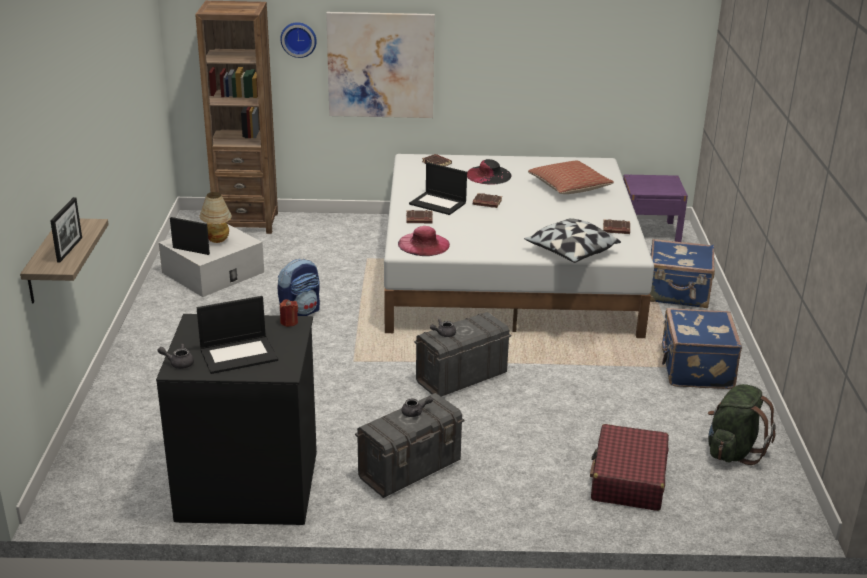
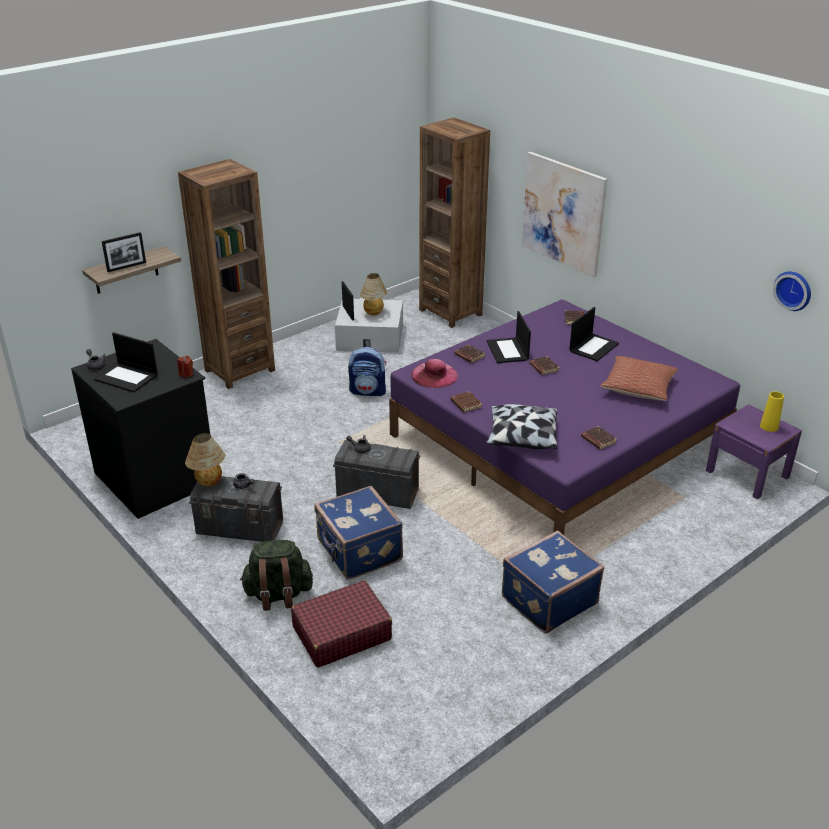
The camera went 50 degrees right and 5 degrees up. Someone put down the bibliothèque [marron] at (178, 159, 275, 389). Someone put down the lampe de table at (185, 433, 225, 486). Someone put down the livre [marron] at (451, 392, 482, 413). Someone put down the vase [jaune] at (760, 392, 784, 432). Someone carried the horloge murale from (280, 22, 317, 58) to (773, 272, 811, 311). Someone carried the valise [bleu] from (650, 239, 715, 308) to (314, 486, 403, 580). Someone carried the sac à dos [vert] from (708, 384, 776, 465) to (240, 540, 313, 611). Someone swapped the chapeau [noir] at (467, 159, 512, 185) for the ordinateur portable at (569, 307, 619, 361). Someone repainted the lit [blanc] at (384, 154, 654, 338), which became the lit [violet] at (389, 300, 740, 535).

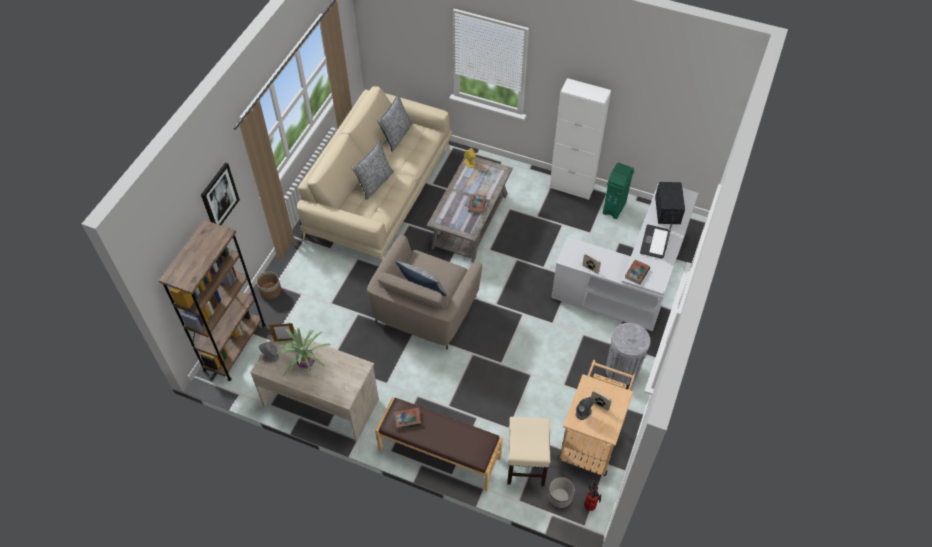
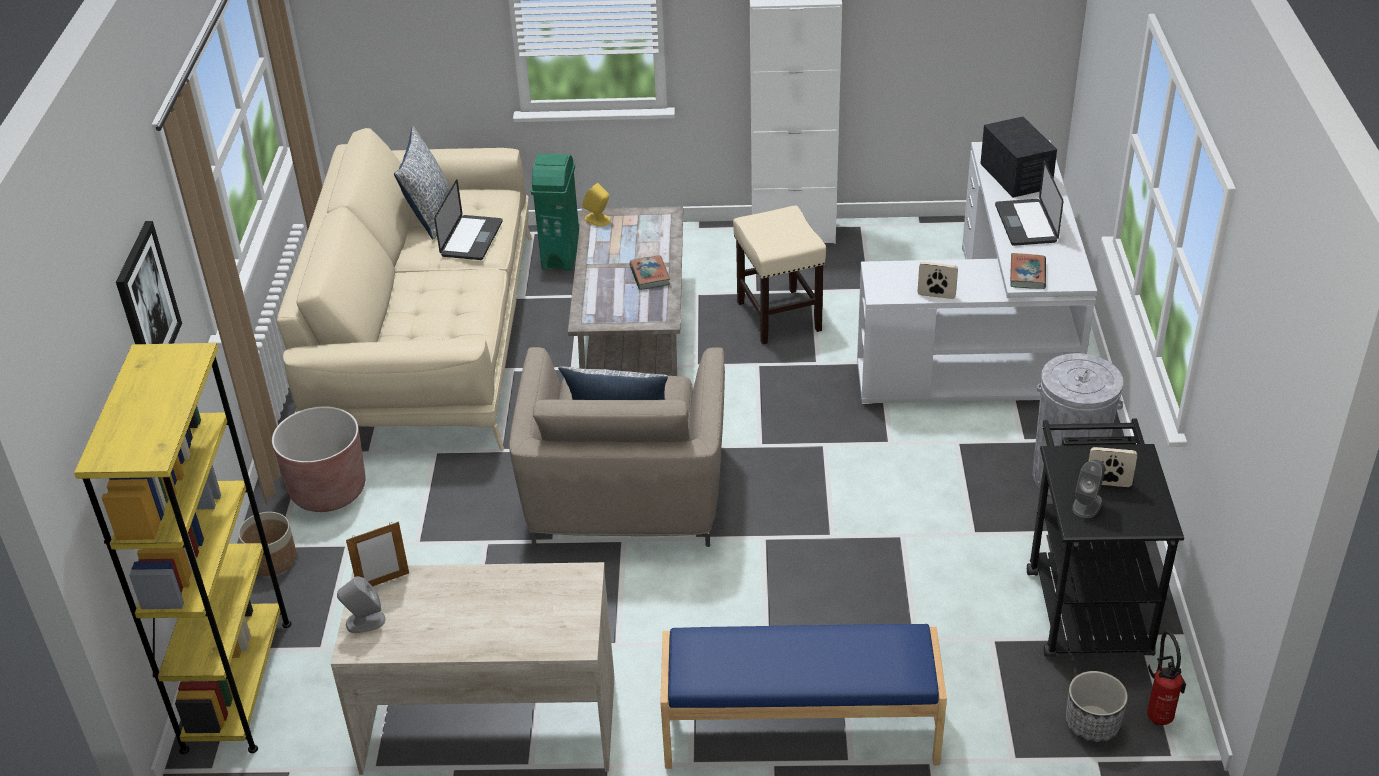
The camera went 20 degrees left and 15 degrees down. Someone took away the plante en pot at (276, 328, 331, 377). Someone took away the coussin at (351, 140, 394, 200). Someone took away the livre at (394, 407, 422, 429). Someone put down the cache-pot [marron] at (272, 406, 366, 512). Someone put down the ordinateur portable at (434, 179, 503, 260). Someone carried the tabouret [beige] from (507, 417, 550, 486) to (733, 206, 826, 344). Someone carried the poubelle [vert] from (603, 163, 634, 219) to (531, 153, 579, 271). Someone repainted the bibliothèque [marron] at (159, 220, 266, 381), which became the bibliothèque [jaune] at (74, 343, 291, 754). Someone repainted the banc [marron] at (375, 397, 503, 491), which became the banc [bleu] at (660, 624, 947, 769). Someone repainted the chariot [beige] at (558, 360, 635, 476), which became the chariot [noir] at (1027, 418, 1184, 657).

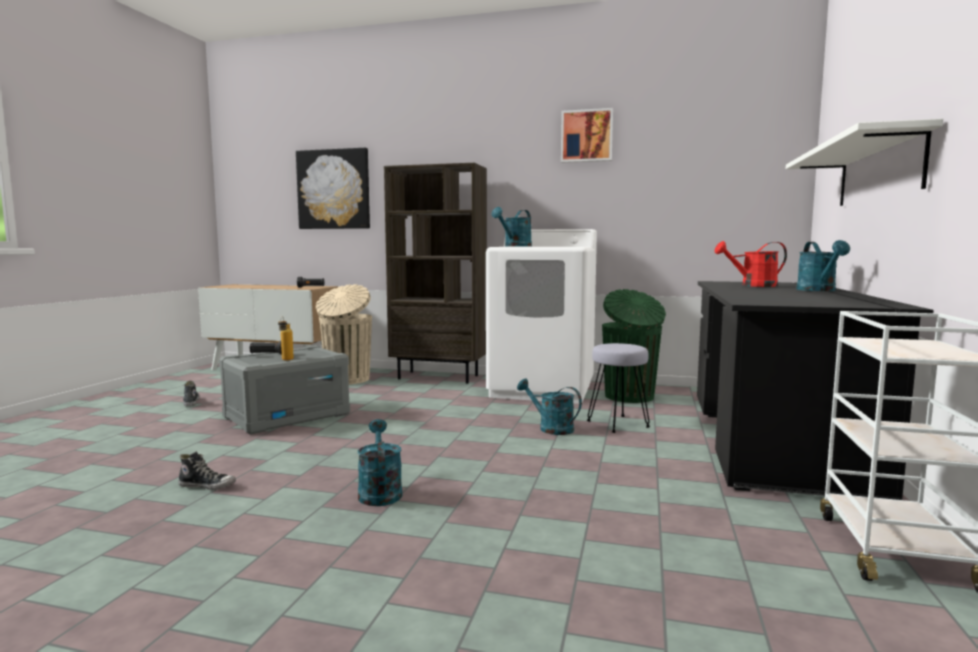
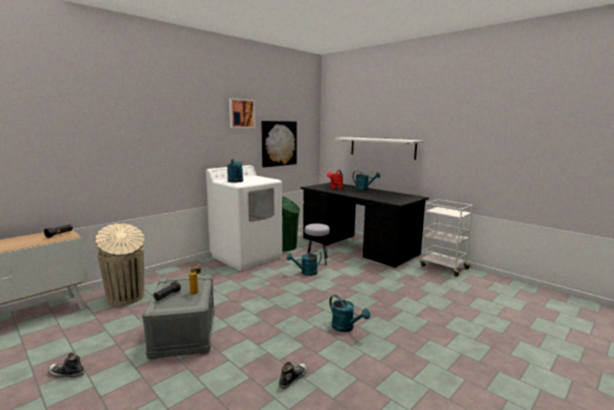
The camera went 60 degrees left and 5 degrees up. Someone took away the bibliothèque [marron] at (384, 163, 487, 384). Someone carried the tableau from (296, 148, 370, 229) to (261, 121, 297, 167). Someone rotated the arrosoir [turquoise] at (358, 419, 402, 506) by 150 degrees counterclockwise.

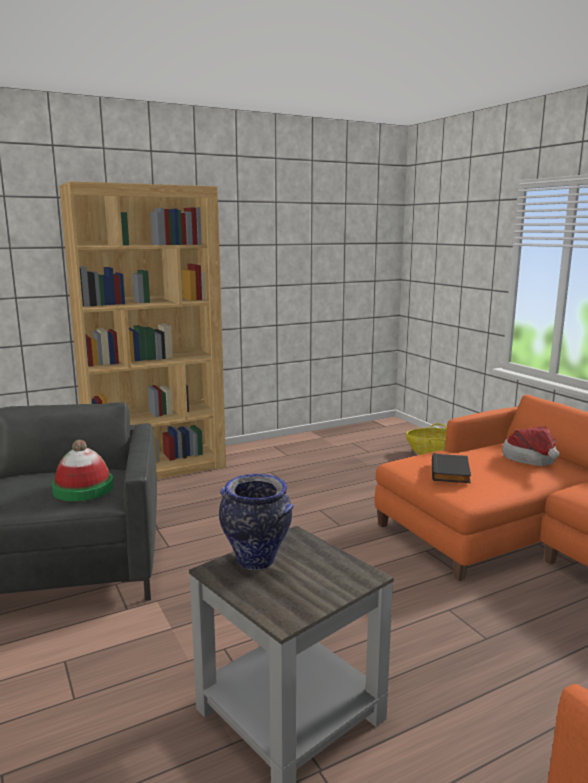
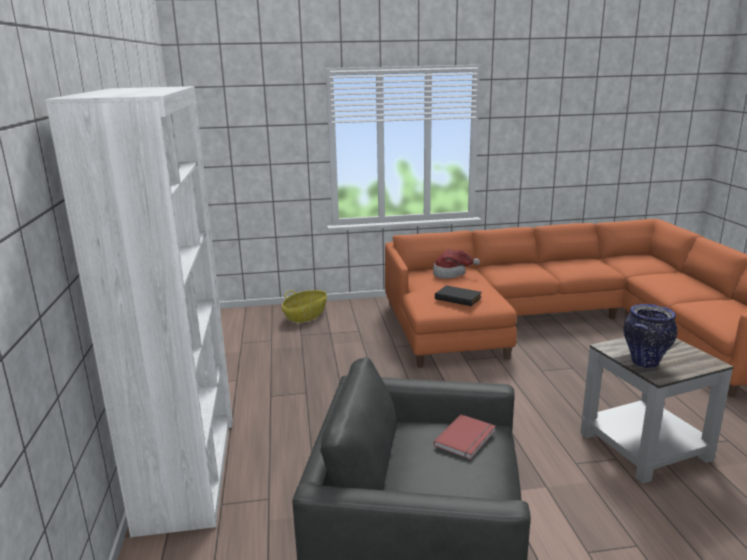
The camera went 70 degrees left and 5 degrees up. Someone swapped the chapeau at (52, 440, 114, 501) for the livre [rouge] at (433, 414, 496, 460). Someone repainted the bibliothèque [marron] at (59, 181, 226, 479), which became the bibliothèque [blanc] at (45, 86, 233, 537).

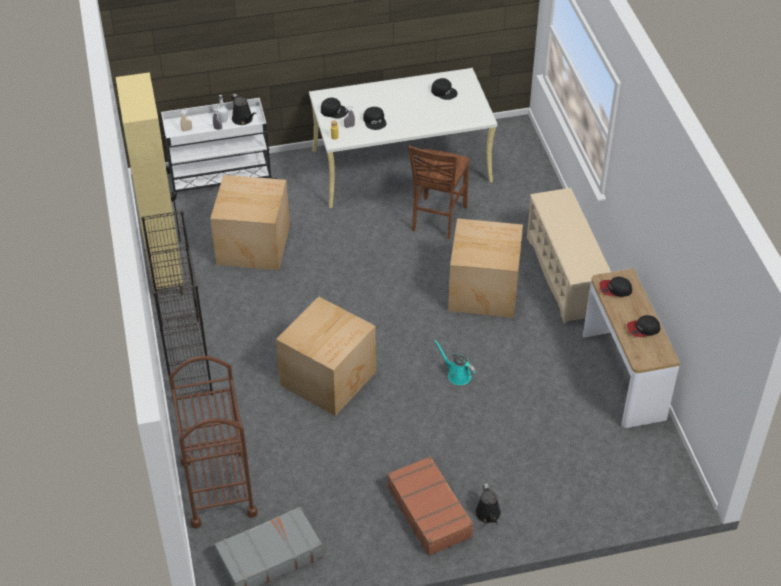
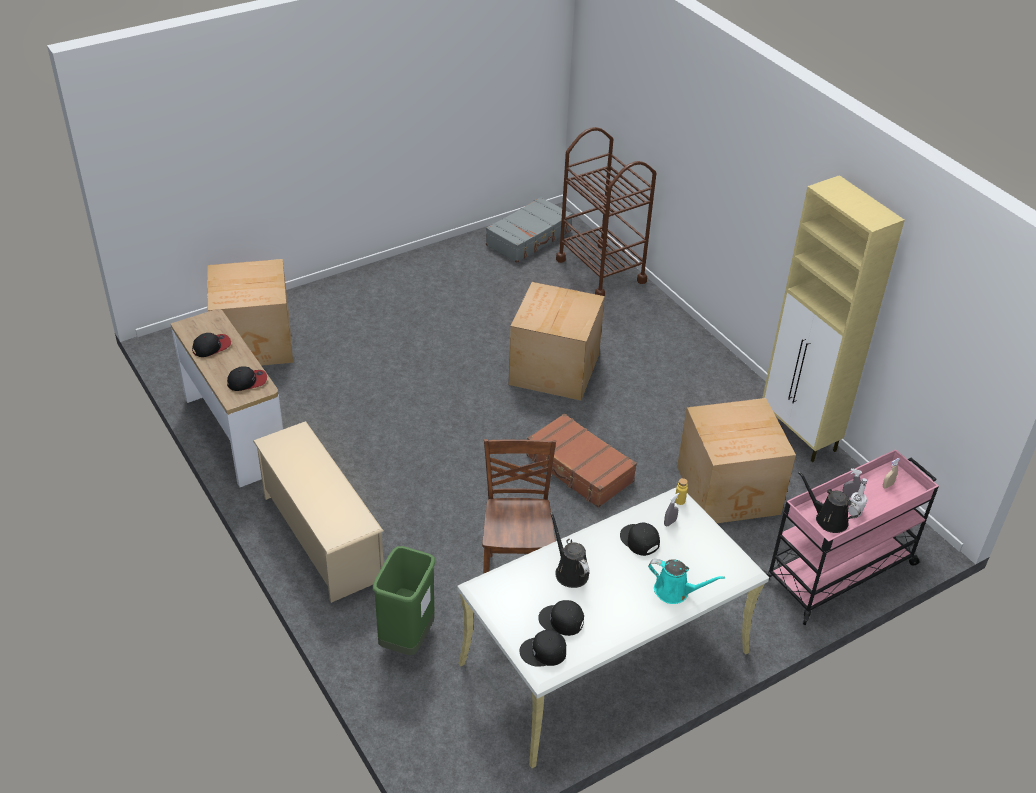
The camera went 160 degrees right and 5 degrees down. Someone took away the bibliothèque [noir] at (141, 210, 213, 398). Someone put down the poubelle [vert] at (373, 546, 435, 655). Someone carried the casquette [noir] from (321, 97, 348, 118) to (520, 630, 566, 667). Someone carried the valise [marron] from (387, 456, 474, 556) to (527, 413, 637, 508). Someone carried the arrosoir [turquoise] from (434, 340, 476, 385) to (648, 559, 725, 604). Someone carried the carton from (448, 218, 523, 318) to (207, 259, 293, 366). Someone carried the arrosoir [noir] from (475, 483, 501, 525) to (550, 512, 590, 588). Someone repainted the chariot [blanc] at (159, 98, 278, 201), which became the chariot [rose] at (763, 449, 939, 625).

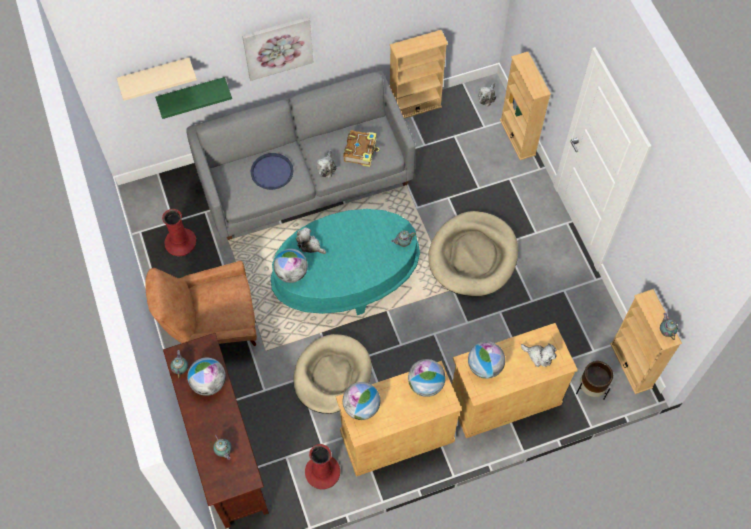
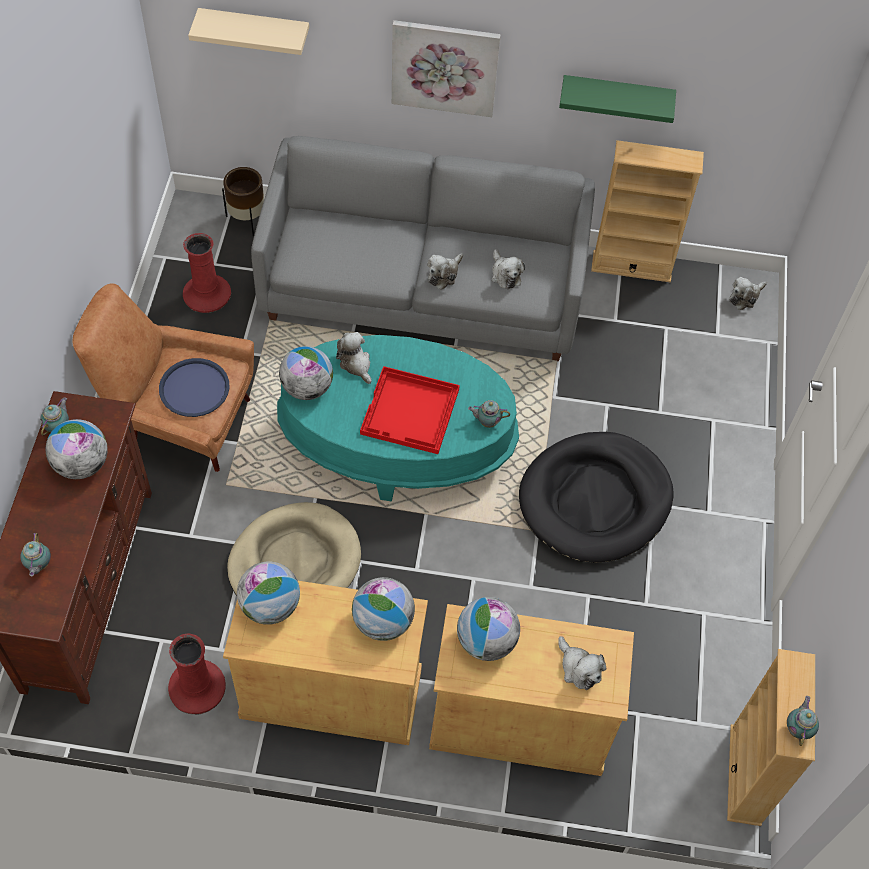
The camera went 25 degrees right and 5 degrees down. Someone took away the bibliothèque [beige] at (500, 52, 551, 160). Someone put down the plateau [rouge] at (360, 366, 460, 454). Someone carried the étagère [vert] from (155, 77, 232, 119) to (559, 75, 676, 123). Someone carried the plateau [bleu] from (251, 153, 293, 190) to (159, 358, 230, 417). Someone carried the cache-pot [marron] from (576, 361, 613, 399) to (222, 167, 264, 236). Someone swapped the livre at (343, 130, 379, 167) for the peluche at (492, 249, 525, 289). Someone repainted the panier pour chien [beige] at (428, 211, 518, 296), which became the panier pour chien [noir] at (519, 432, 674, 563).

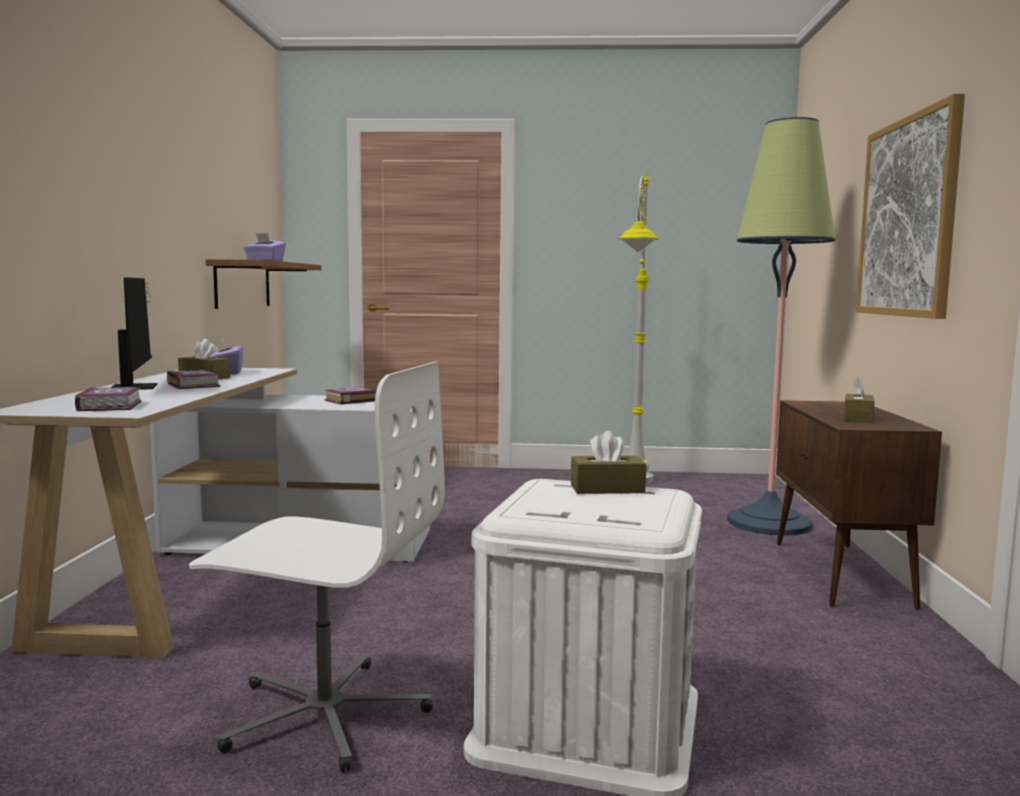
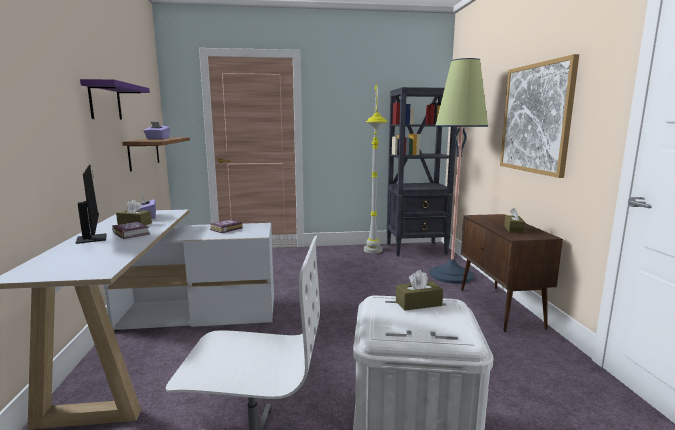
The camera went 10 degrees left and 5 degrees up. Someone took away the livre at (75, 387, 142, 411). Someone put up the étagère [violet] at (80, 79, 150, 120). Someone put down the bibliothèque [noir] at (387, 87, 457, 257).

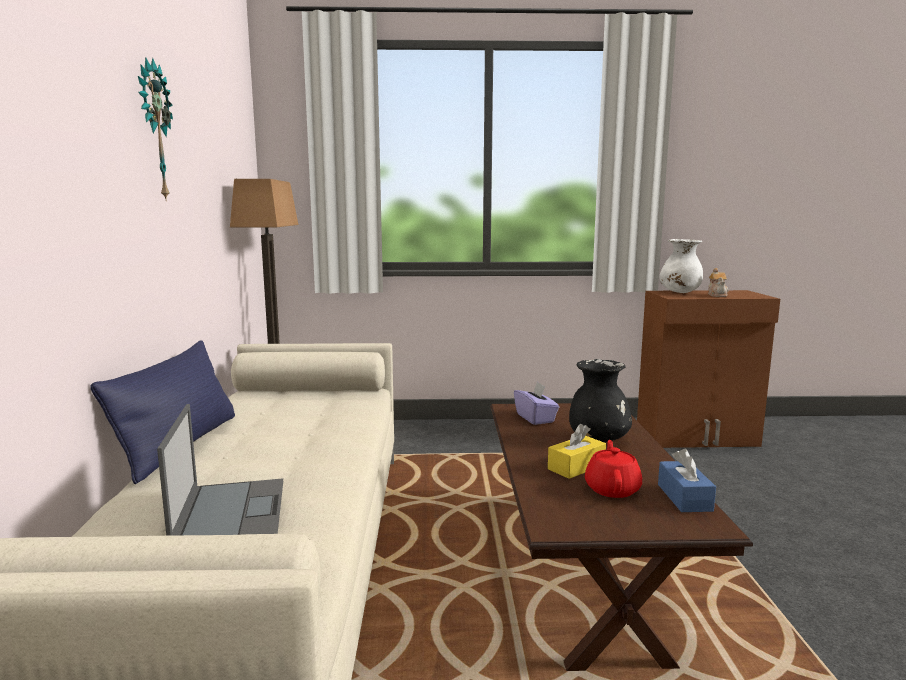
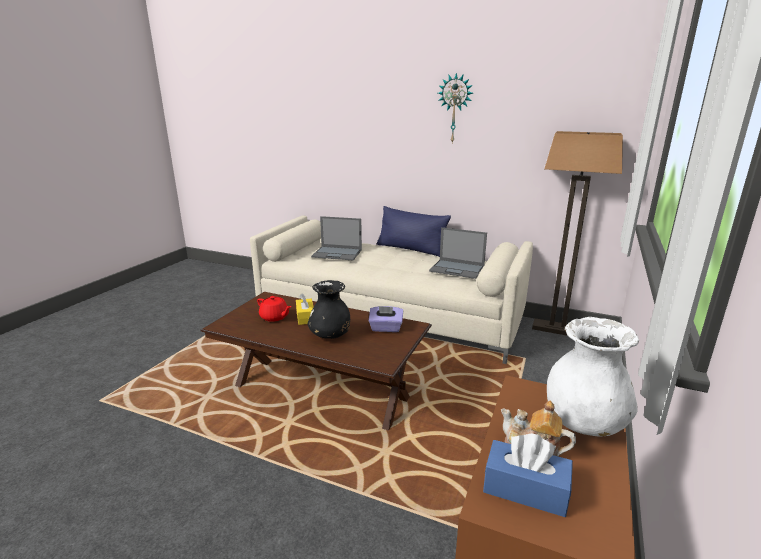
The camera went 115 degrees right and 10 degrees up. Someone put down the ordinateur portable at (429, 227, 487, 279). Someone carried the boîte à mouchoirs [bleu] from (658, 448, 716, 512) to (483, 434, 573, 517).

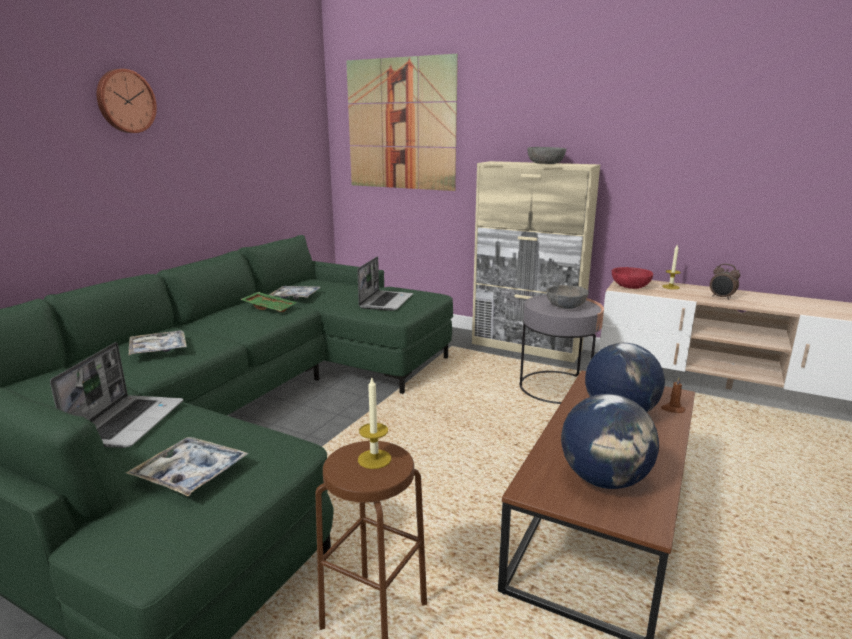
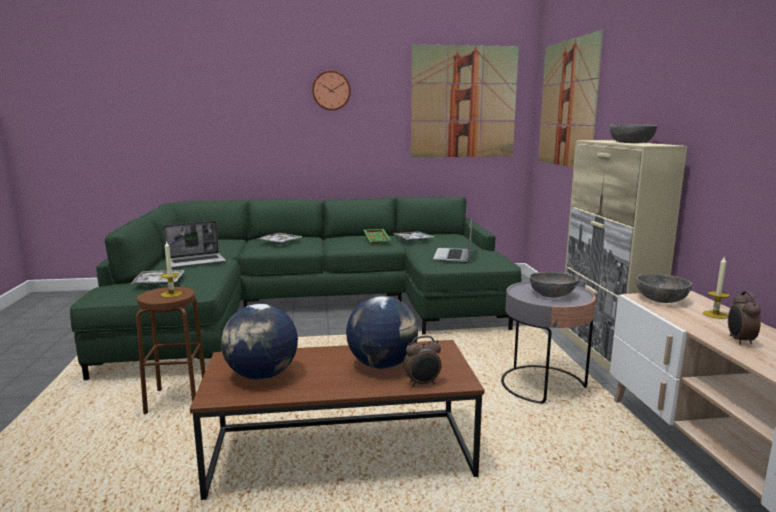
The camera went 55 degrees right and 5 degrees down. Someone put up the tableau at (411, 44, 519, 157). Someone swapped the bougie [marron] at (661, 377, 685, 413) for the réveil at (403, 336, 442, 387). Someone repainted the bol [rouge] at (612, 267, 653, 289), which became the bol [gris] at (636, 274, 692, 303). Someone rotated the ordinateur portable at (357, 256, 413, 311) by 120 degrees clockwise.

